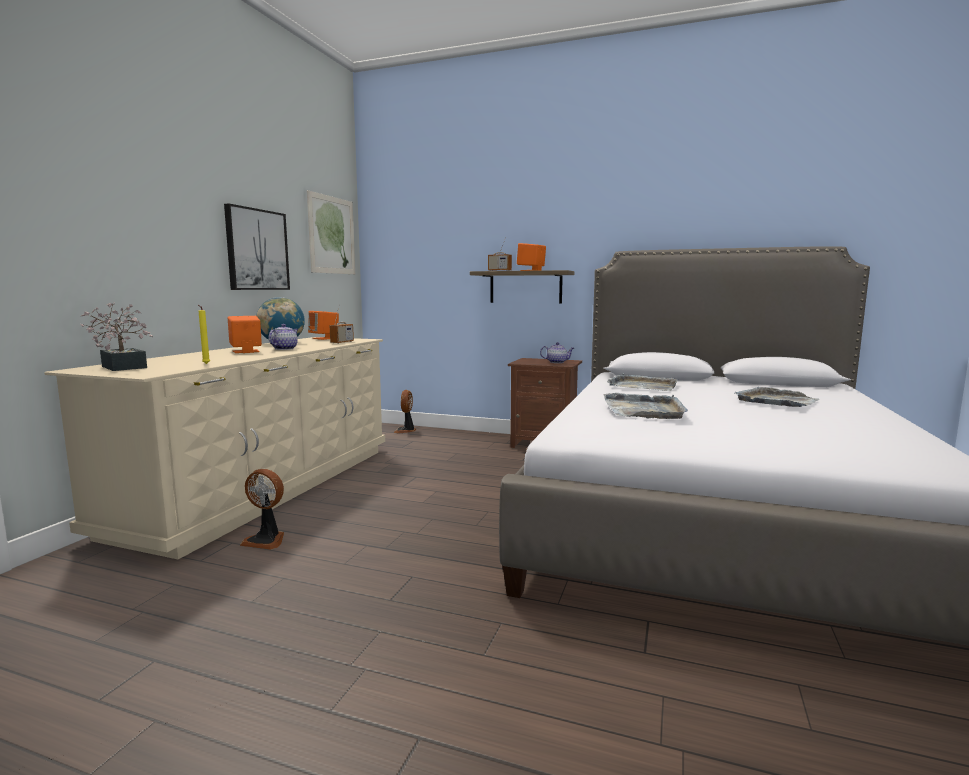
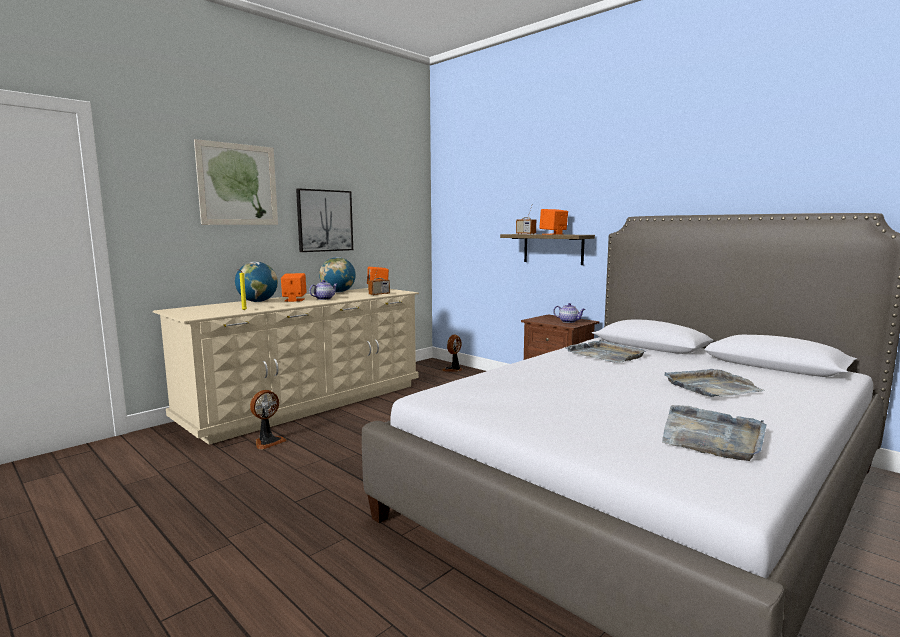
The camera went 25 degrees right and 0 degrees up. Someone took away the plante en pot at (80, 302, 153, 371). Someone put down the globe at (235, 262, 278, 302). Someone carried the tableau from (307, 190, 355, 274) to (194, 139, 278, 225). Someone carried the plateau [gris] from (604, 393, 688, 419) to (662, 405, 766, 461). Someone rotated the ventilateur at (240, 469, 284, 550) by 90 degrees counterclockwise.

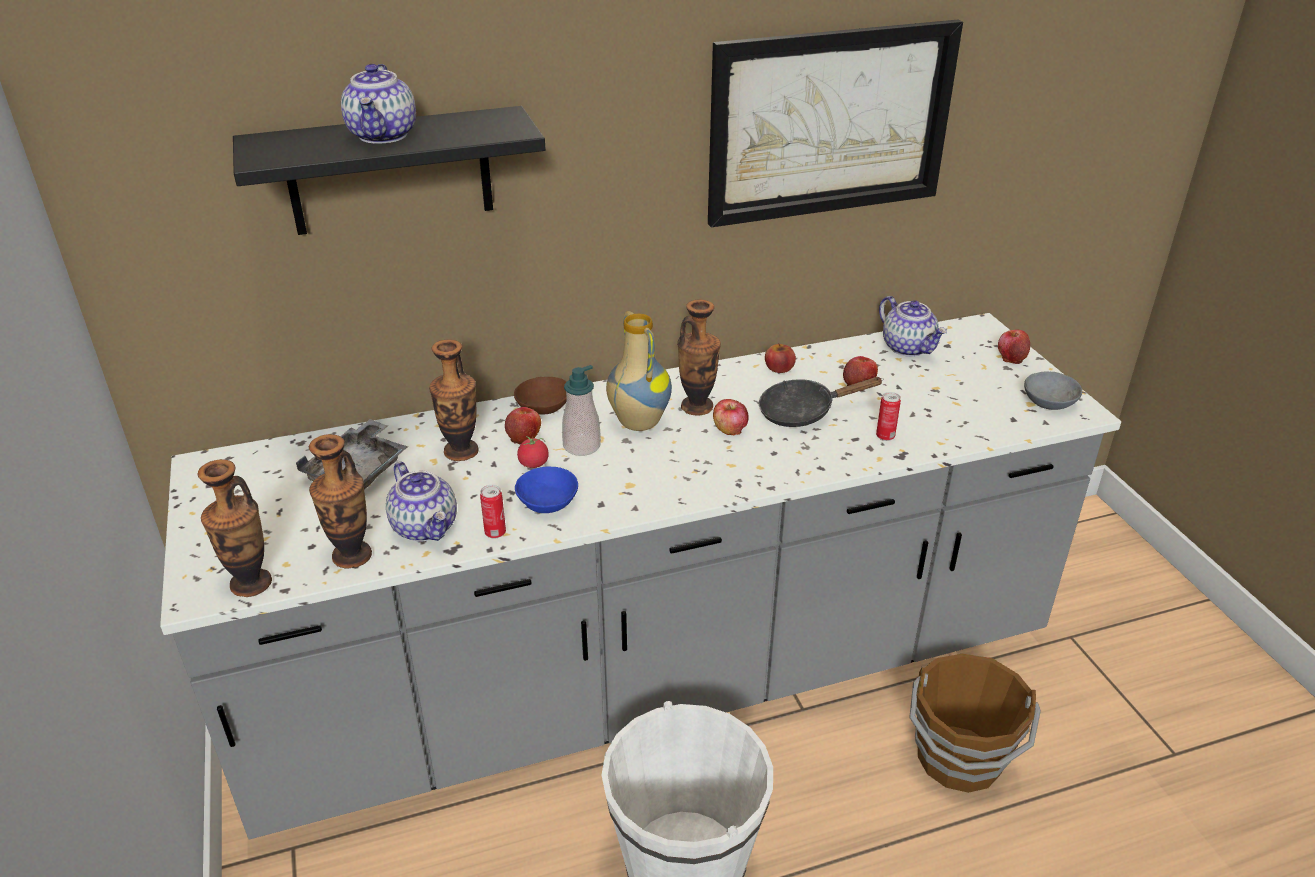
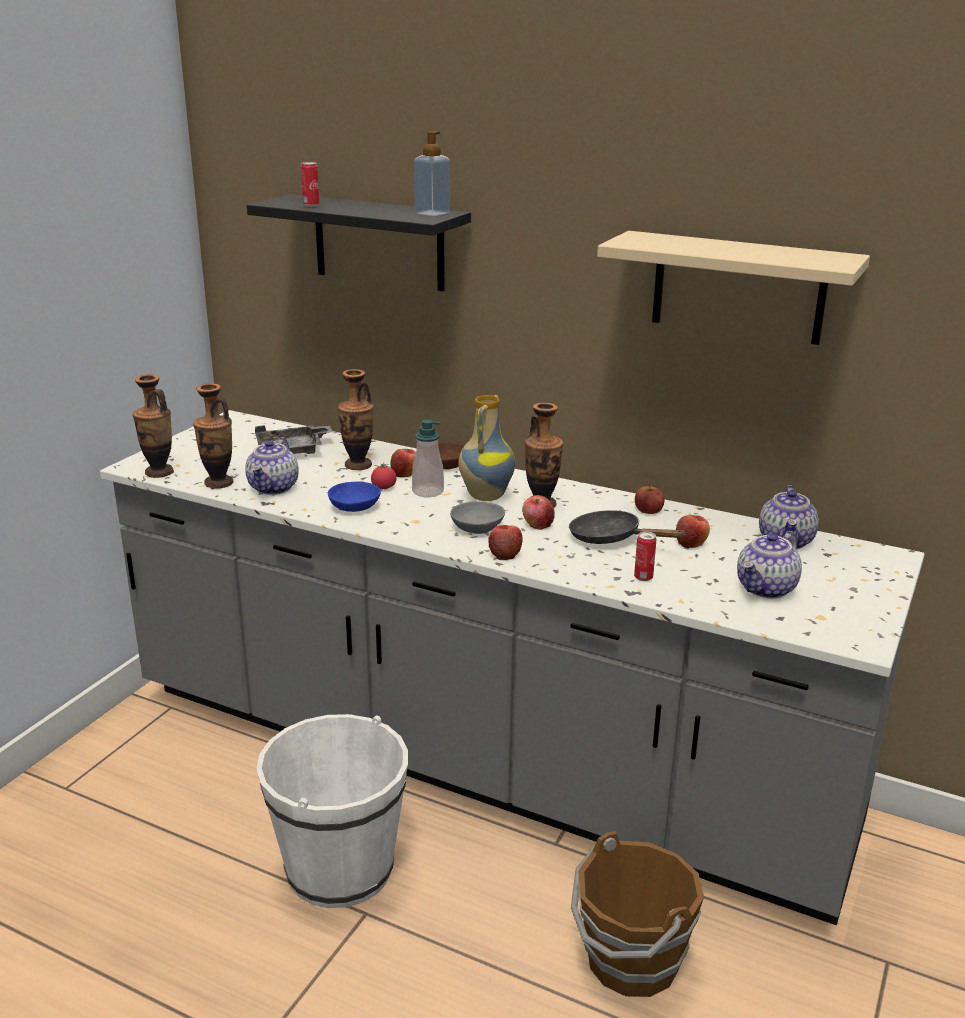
The camera went 45 degrees right and 10 degrees down. Someone put down the distributeur de savon at (414, 131, 450, 216). Someone carried the théière from (341, 64, 416, 144) to (737, 531, 802, 599). Someone carried the boîte métallique from (480, 485, 506, 538) to (301, 162, 319, 207). Someone carried the pomme from (998, 329, 1030, 364) to (488, 525, 523, 560). Someone carried the bol [gris] from (1024, 371, 1082, 410) to (450, 501, 505, 534). Someone swapped the tableau at (708, 20, 963, 227) for the étagère [beige] at (597, 231, 870, 345).

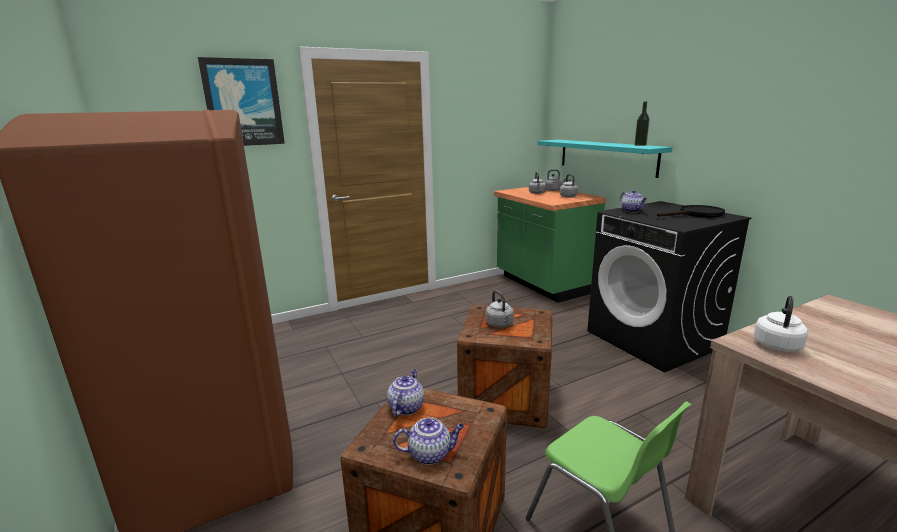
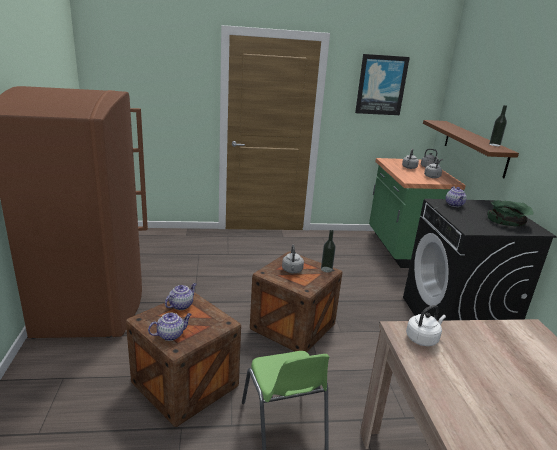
The camera went 20 degrees right and 5 degrees up. Someone put down the bouteille at (321, 230, 336, 273). Someone carried the tableau from (198, 57, 285, 146) to (355, 54, 410, 115). Someone swapped the poêle [noir] at (657, 205, 725, 218) for the bol [vert] at (487, 200, 534, 227). Someone repainted the étagère [turquoise] at (537, 140, 673, 178), which became the étagère [marron] at (423, 120, 519, 178). Someone rotated the théière at (393, 417, 464, 465) by 45 degrees counterclockwise.

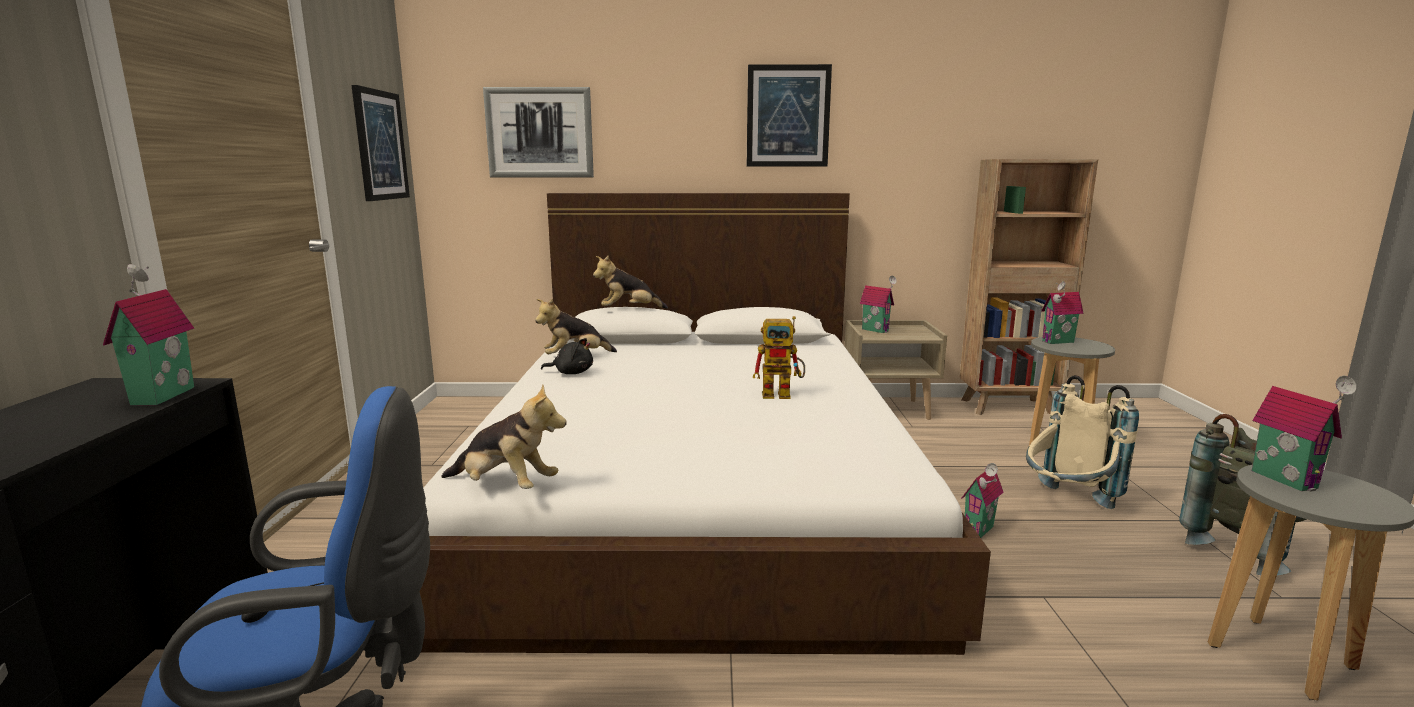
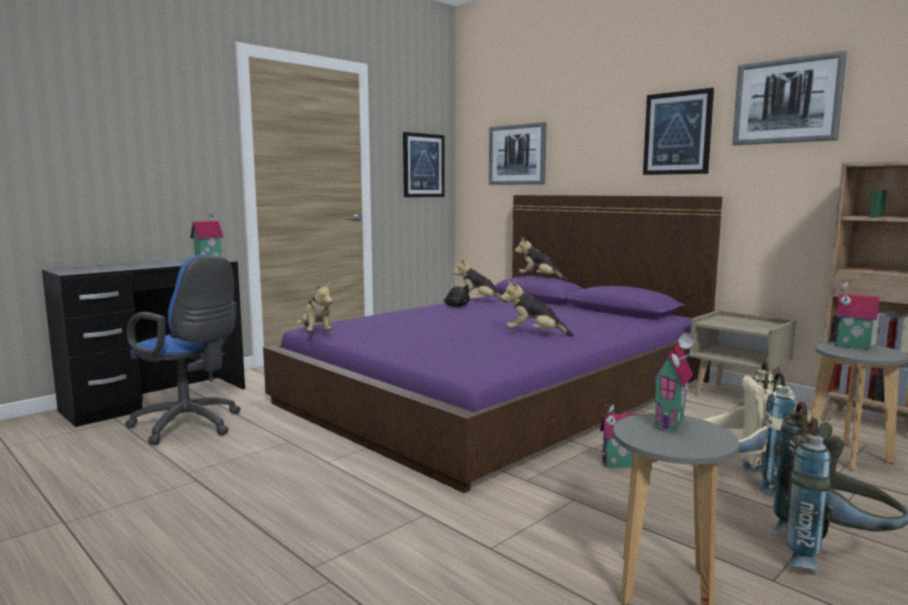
The camera went 45 degrees right and 5 degrees down. Someone took away the maison miniature at (860, 276, 897, 333). Someone put up the tableau at (732, 50, 847, 145). Someone swapped the robot jouet at (753, 316, 805, 399) for the peluche at (501, 280, 574, 336). Someone repainted the lit [blanc] at (420, 193, 991, 655), which became the lit [violet] at (263, 195, 722, 493).

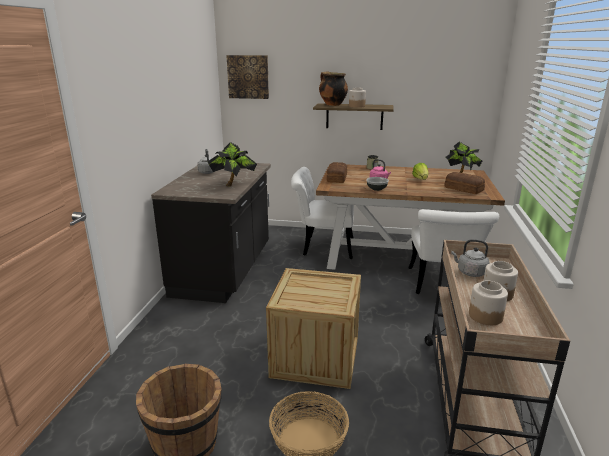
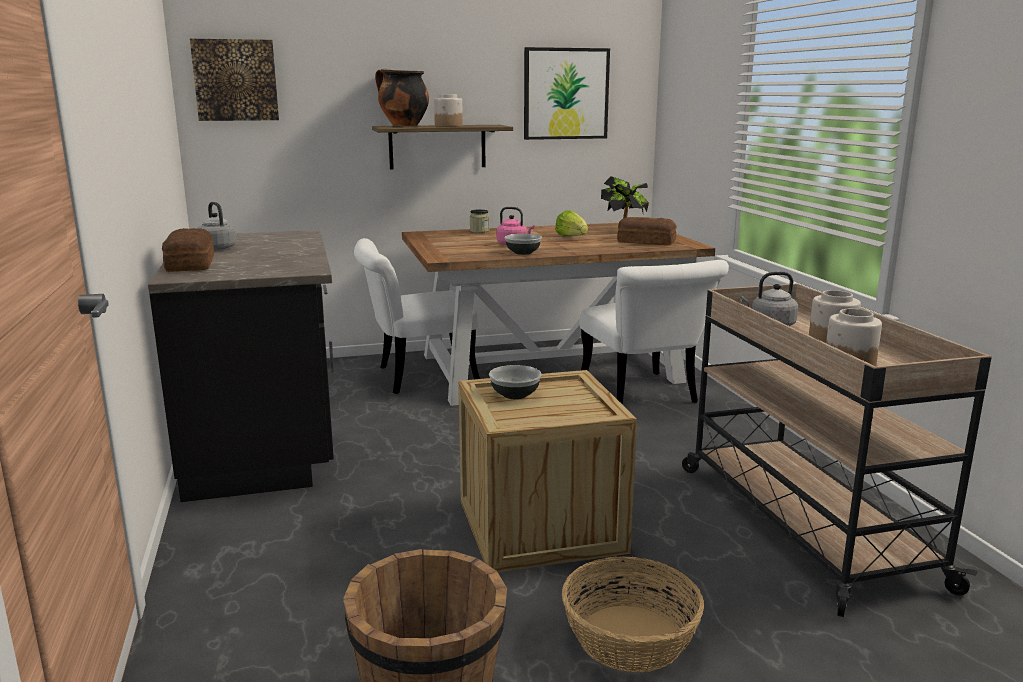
The camera went 25 degrees left and 5 degrees down. Someone took away the plante en pot at (208, 142, 257, 186). Someone put down the bol at (489, 365, 542, 399). Someone put up the tableau at (524, 47, 610, 140). Someone carried the pain from (327, 162, 347, 183) to (162, 228, 214, 272).

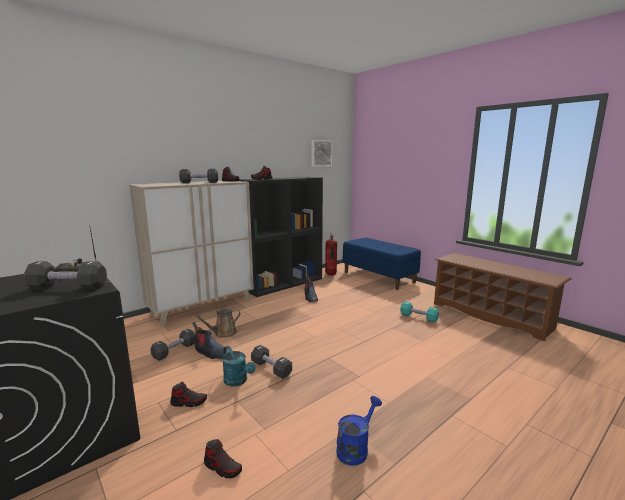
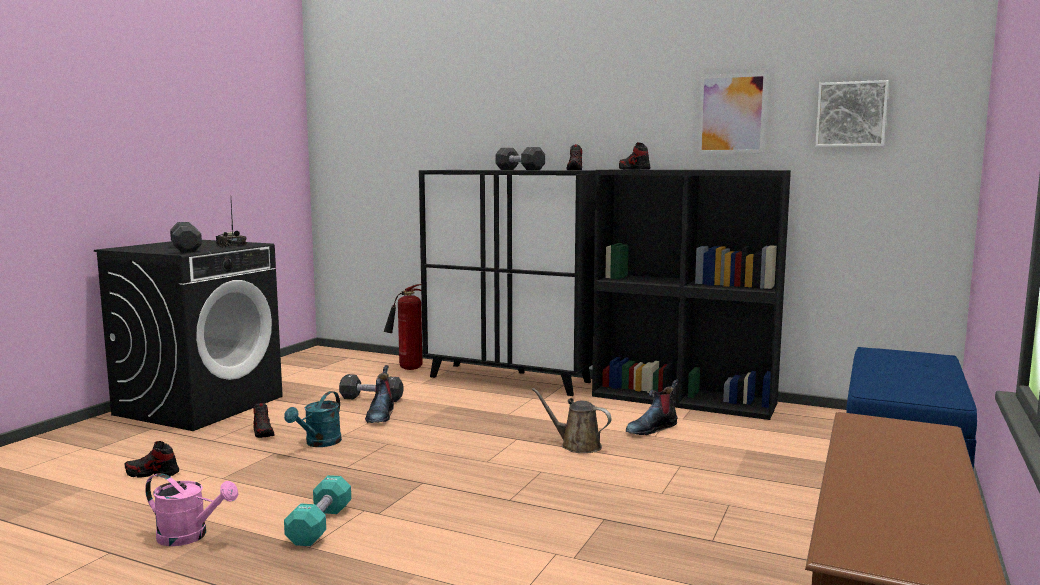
The camera went 65 degrees right and 5 degrees down. Someone took away the haltère [noir] at (251, 345, 292, 379). Someone put up the tableau at (698, 72, 768, 153). Someone carried the arrosoir [marron] from (193, 309, 241, 337) to (532, 388, 612, 453). Someone carried the extincteur from (325, 233, 337, 275) to (384, 284, 422, 370). Someone carried the haltère [turquoise] from (400, 301, 439, 323) to (284, 475, 351, 546). Someone repainted the meuble de rangement [beige] at (129, 181, 254, 326), which became the meuble de rangement [noir] at (419, 170, 596, 396). Someone repainted the arrosoir [bleu] at (337, 396, 382, 466), which became the arrosoir [rose] at (145, 473, 238, 546). Someone rotated the chaussure at (204, 439, 242, 478) by 90 degrees clockwise.

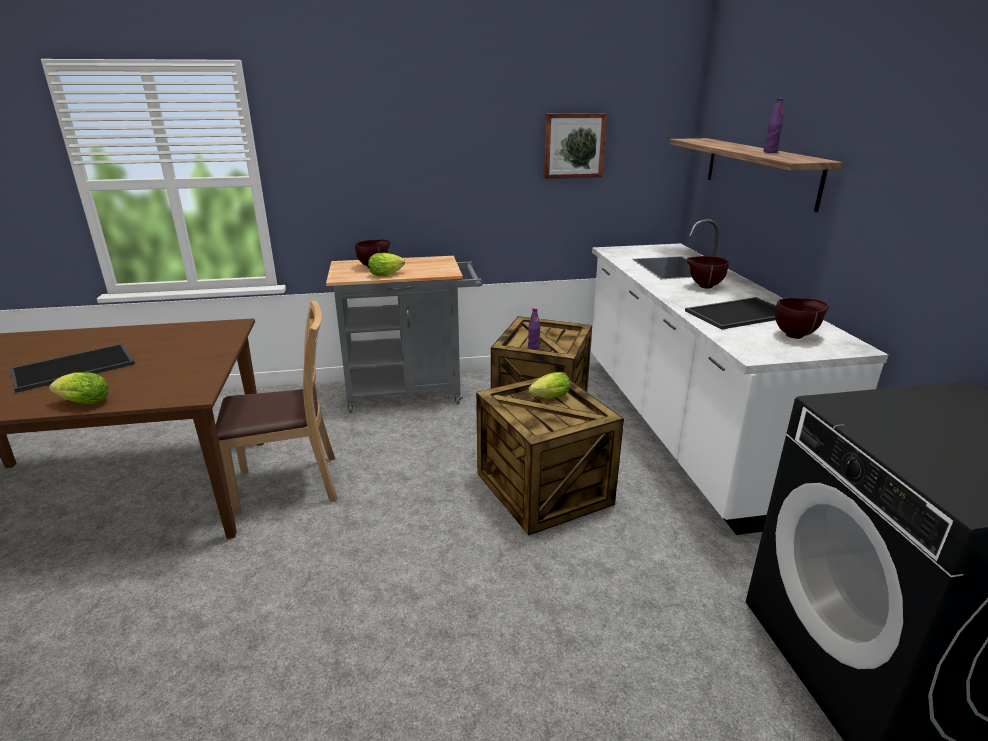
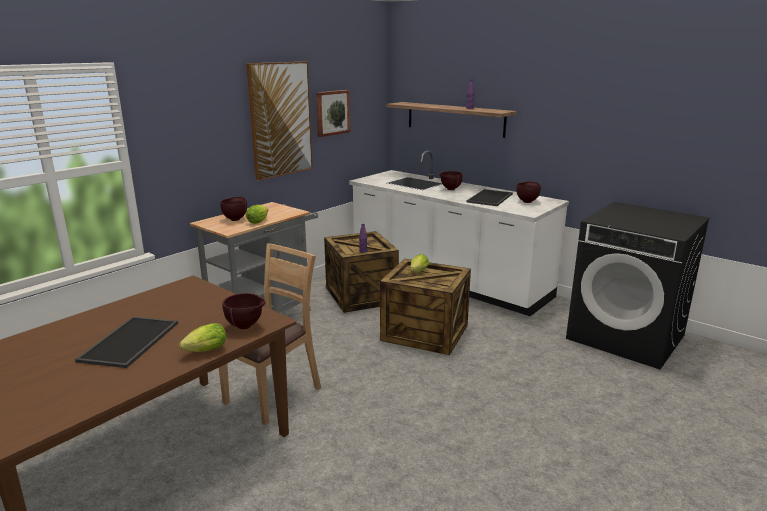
The camera went 40 degrees left and 5 degrees down. Someone put down the bol [marron] at (223, 293, 266, 329). Someone put up the tableau at (246, 62, 313, 181).

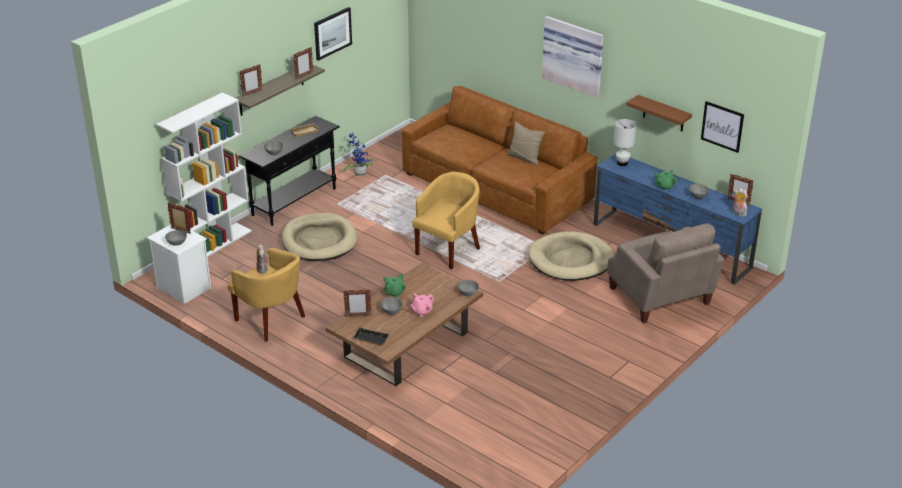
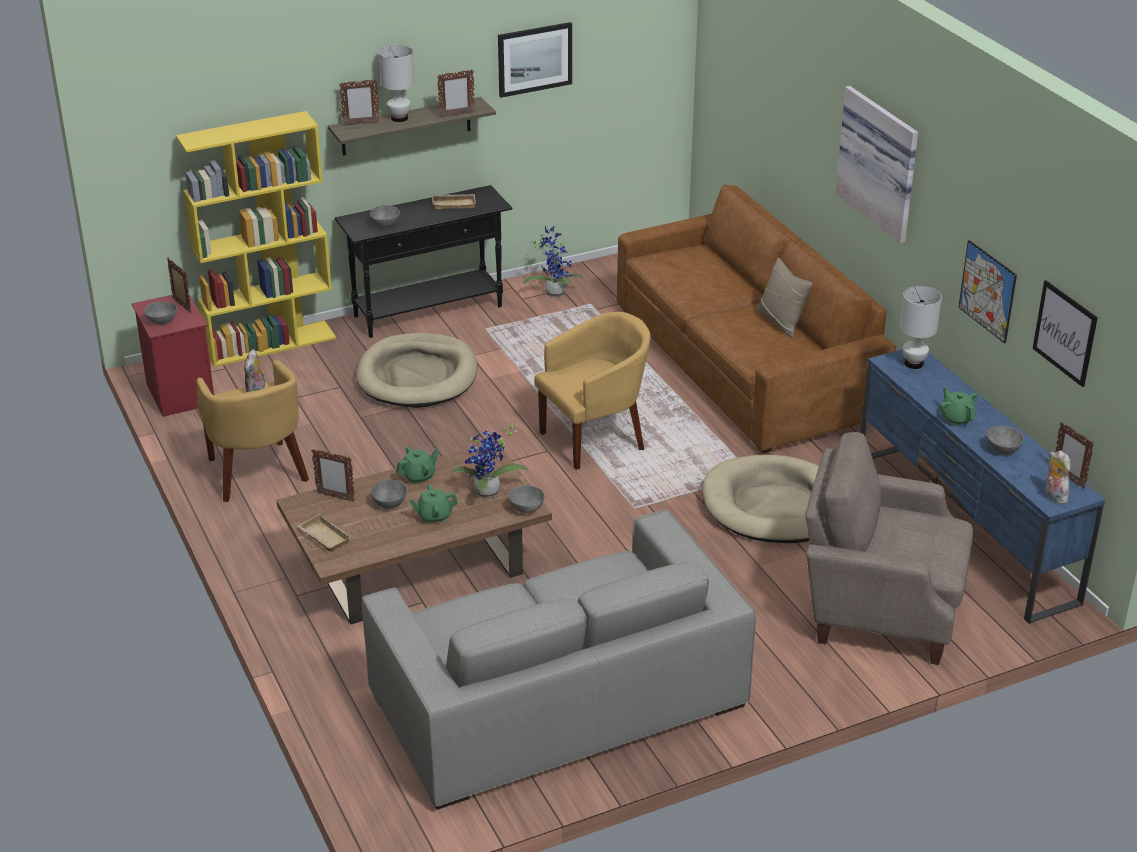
The camera went 25 degrees right and 0 degrees up. Someone put down the canapé [gris] at (362, 510, 756, 810). Someone put down the lampe de table [blanc] at (379, 45, 414, 122). Someone put down the plante en pot at (452, 424, 528, 498). Someone swapped the étagère [marron] at (626, 95, 692, 131) for the tableau at (958, 240, 1017, 344). Someone repainted the table de chevet [blanc] at (147, 225, 211, 304), which became the table de chevet [rouge] at (132, 295, 214, 417). Someone repainted the bibliothèque [blanc] at (156, 93, 252, 257), which became the bibliothèque [jaune] at (176, 111, 336, 367). Someone repainted the plateau [noir] at (353, 327, 389, 346), which became the plateau [beige] at (298, 514, 351, 552). Someone repainted the théière [rose] at (410, 293, 434, 316), which became the théière [vert] at (409, 484, 458, 524). Someone rotated the fauteuil [beige] at (607, 223, 724, 323) by 105 degrees clockwise.

